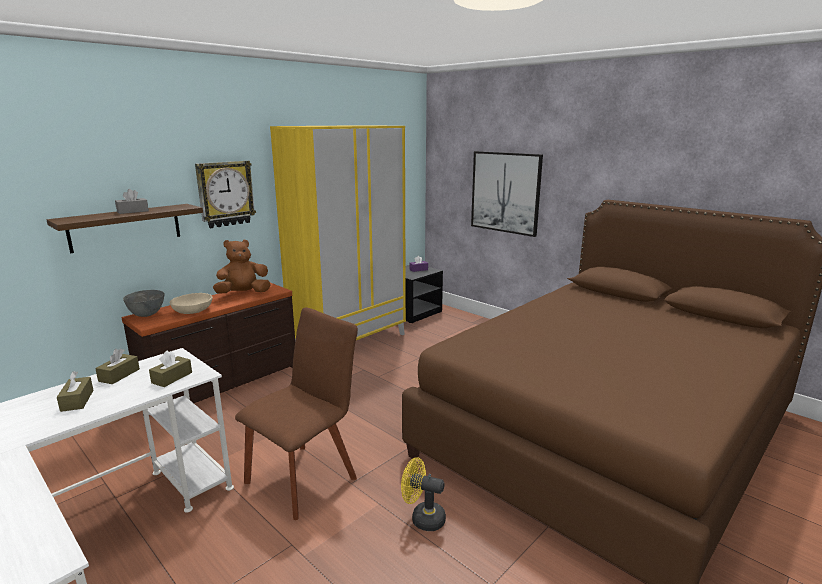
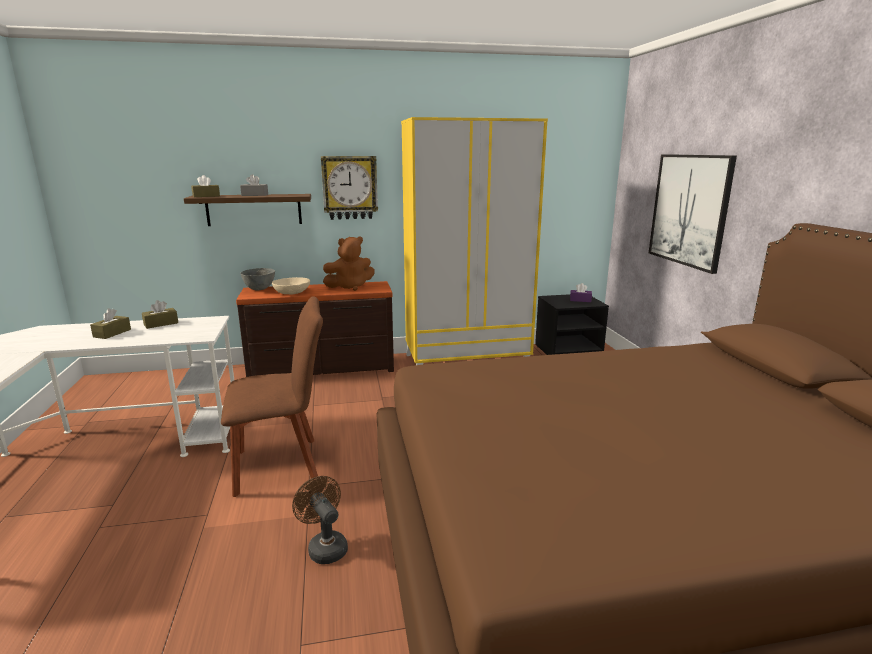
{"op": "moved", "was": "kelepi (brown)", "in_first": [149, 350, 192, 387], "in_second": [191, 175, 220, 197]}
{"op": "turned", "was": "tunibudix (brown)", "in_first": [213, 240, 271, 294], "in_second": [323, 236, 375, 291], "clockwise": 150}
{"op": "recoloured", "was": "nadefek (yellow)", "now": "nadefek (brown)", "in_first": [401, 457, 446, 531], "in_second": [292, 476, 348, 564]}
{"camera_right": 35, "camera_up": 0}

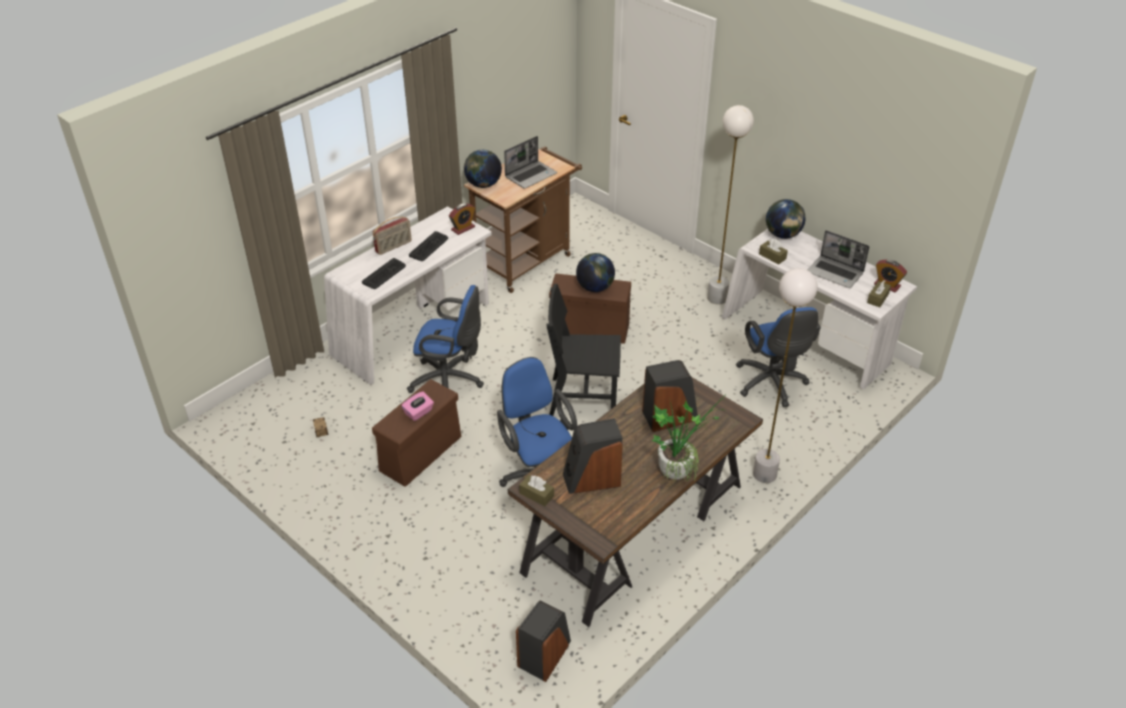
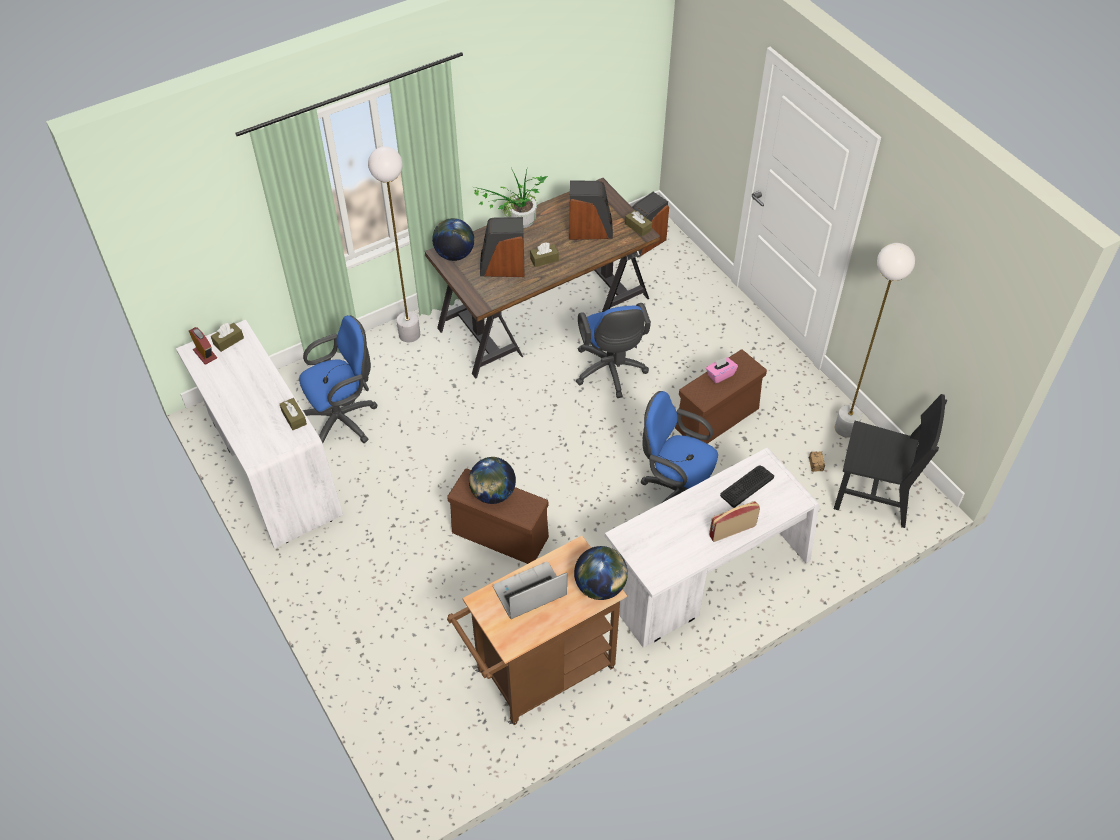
{"op": "removed", "was": "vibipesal", "in_first": [409, 231, 448, 261]}
{"op": "removed", "was": "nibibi", "in_first": [449, 203, 475, 235]}
{"op": "moved", "was": "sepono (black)", "in_first": [546, 284, 621, 416], "in_second": [834, 394, 947, 528]}
{"op": "moved", "was": "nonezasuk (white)", "in_first": [707, 105, 754, 305], "in_second": [835, 243, 915, 438]}
{"op": "turned", "was": "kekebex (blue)", "in_first": [736, 307, 821, 407], "in_second": [299, 315, 378, 443], "clockwise": 60}
{"op": "moved", "was": "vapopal", "in_first": [766, 199, 806, 239], "in_second": [432, 218, 474, 261]}
{"op": "removed", "was": "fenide", "in_first": [808, 230, 870, 288]}
{"op": "added", "now": "kelepi (brown)", "in_second": [530, 243, 559, 267]}
{"camera_right": -165, "camera_up": 10}

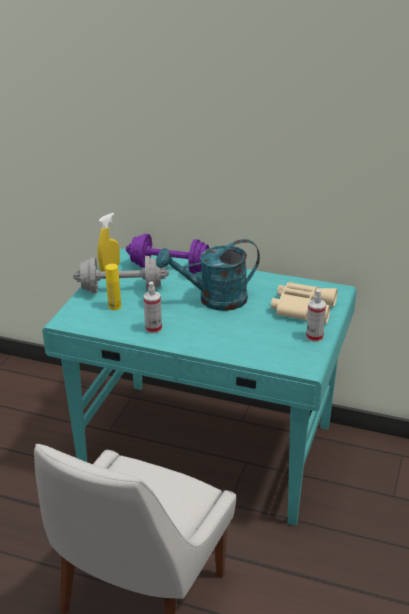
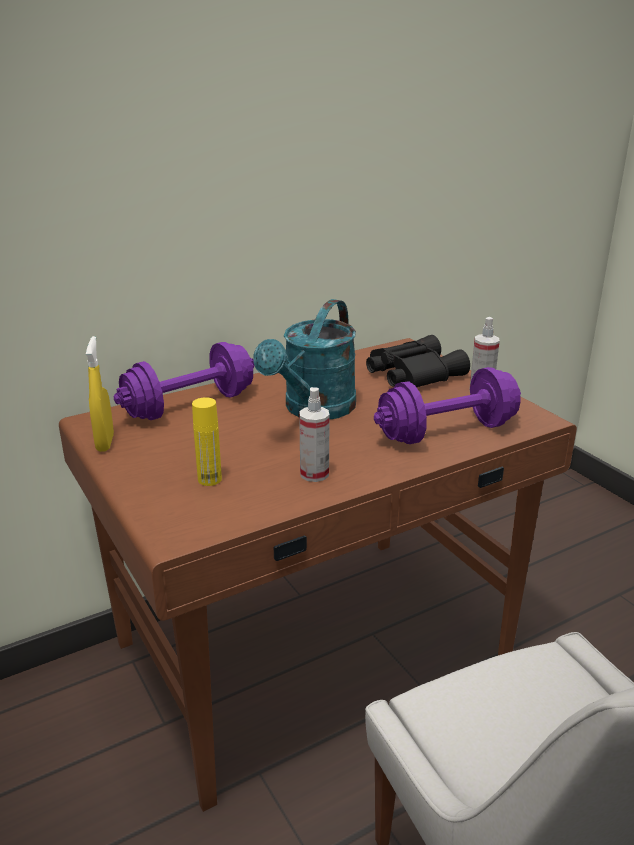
{"op": "recoloured", "was": "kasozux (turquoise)", "now": "kasozux (brown)", "in_first": [42, 248, 356, 526], "in_second": [59, 338, 577, 812]}
{"op": "removed", "was": "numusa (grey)", "in_first": [73, 256, 169, 293]}
{"op": "recoloured", "was": "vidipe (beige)", "now": "vidipe (black)", "in_first": [271, 282, 338, 324], "in_second": [366, 335, 470, 387]}
{"op": "added", "now": "numusa (purple)", "in_second": [374, 367, 521, 444]}
{"camera_right": -50, "camera_up": -5}

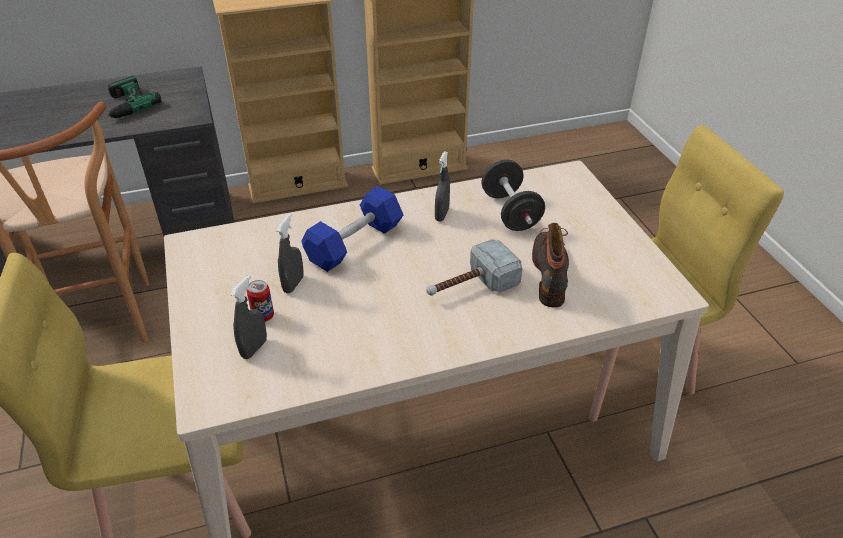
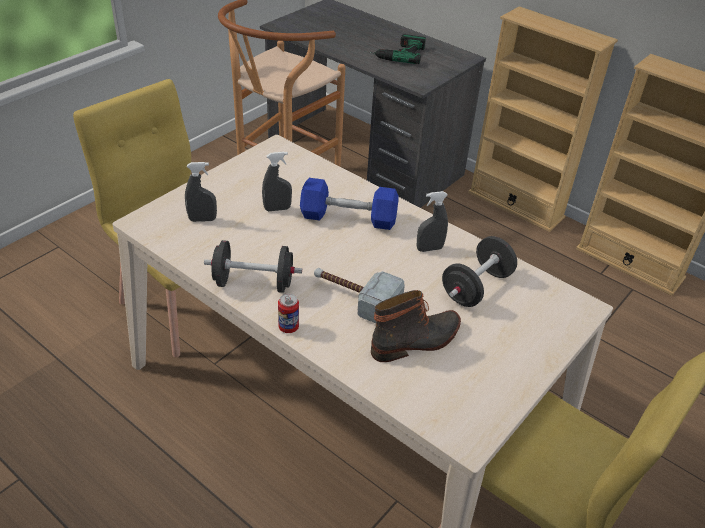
{"op": "moved", "was": "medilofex", "in_first": [247, 280, 274, 322], "in_second": [278, 294, 299, 333]}
{"op": "added", "now": "numusa (black)", "in_second": [204, 240, 302, 293]}
{"camera_right": 55, "camera_up": 0}

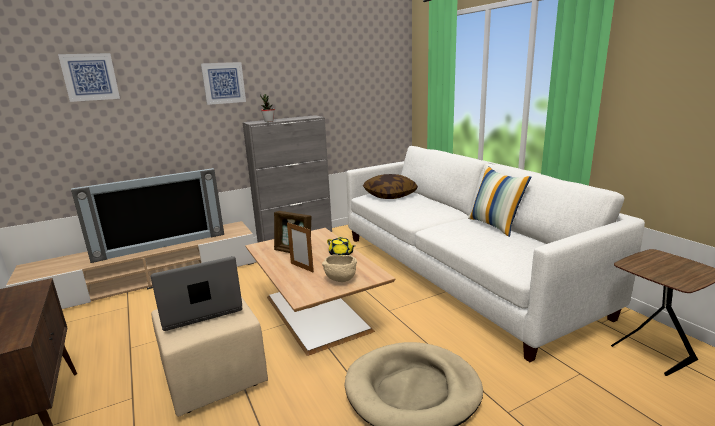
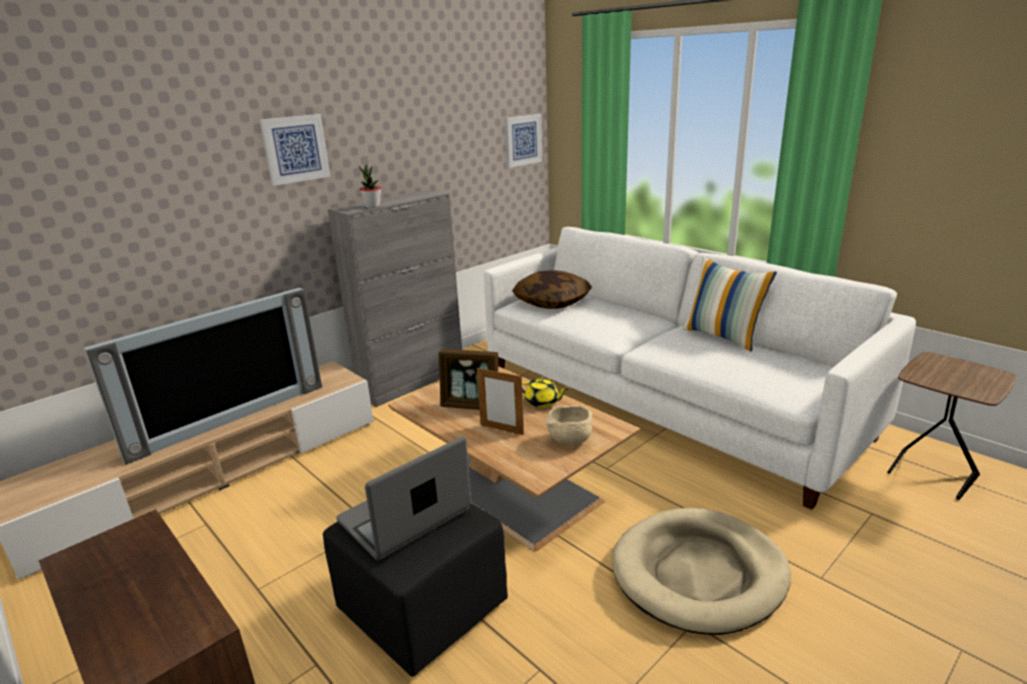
{"op": "moved", "was": "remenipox", "in_first": [58, 53, 120, 102], "in_second": [505, 114, 542, 168]}
{"op": "recoloured", "was": "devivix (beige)", "now": "devivix (black)", "in_first": [151, 296, 268, 417], "in_second": [323, 503, 508, 677]}
{"camera_right": -15, "camera_up": 5}

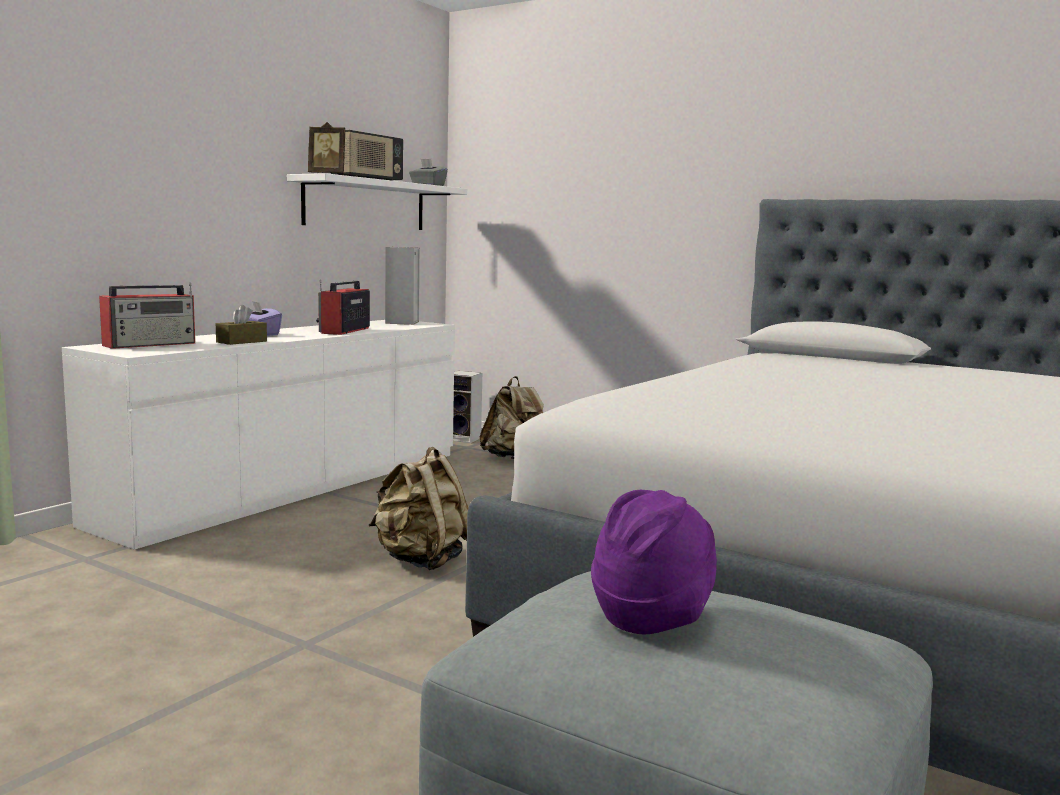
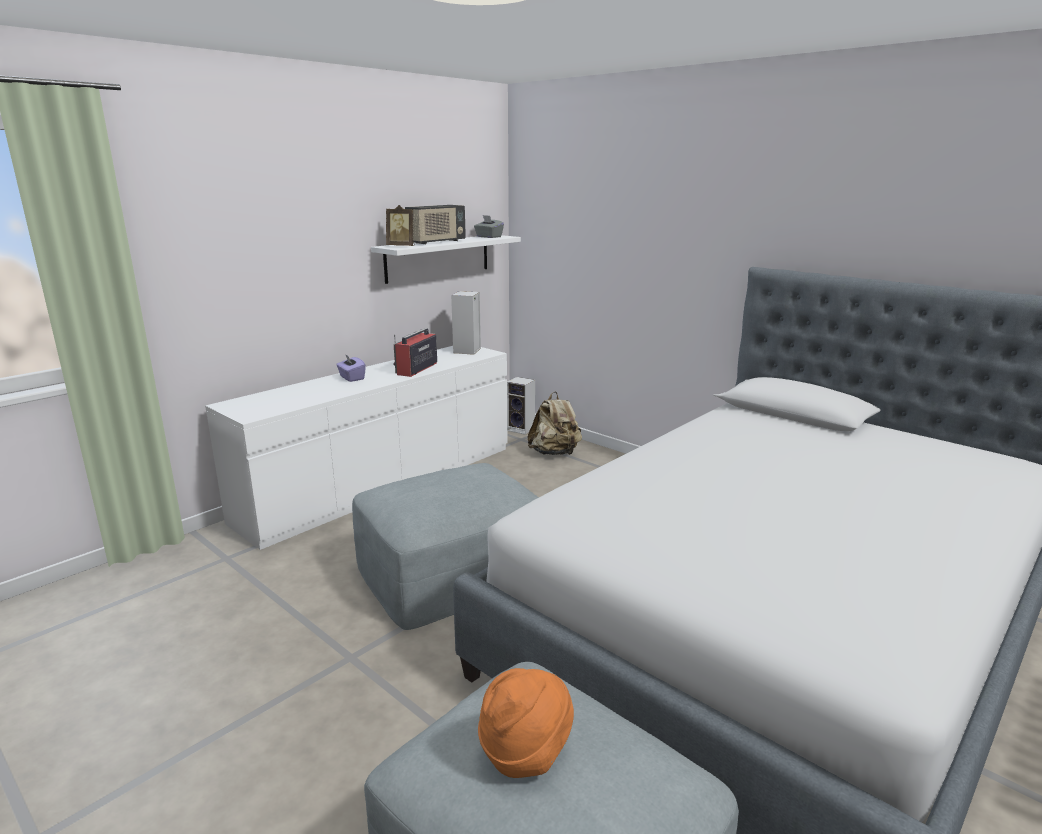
{"op": "removed", "was": "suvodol", "in_first": [99, 282, 195, 349]}
{"op": "removed", "was": "kelepi (brown)", "in_first": [216, 305, 267, 345]}
{"op": "replaced", "was": "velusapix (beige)", "now": "devivix (grey)", "in_first": [369, 447, 468, 570], "in_second": [352, 463, 539, 630]}
{"op": "recoloured", "was": "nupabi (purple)", "now": "nupabi (orange)", "in_first": [591, 490, 717, 634], "in_second": [478, 668, 574, 778]}
{"camera_right": 10, "camera_up": 10}

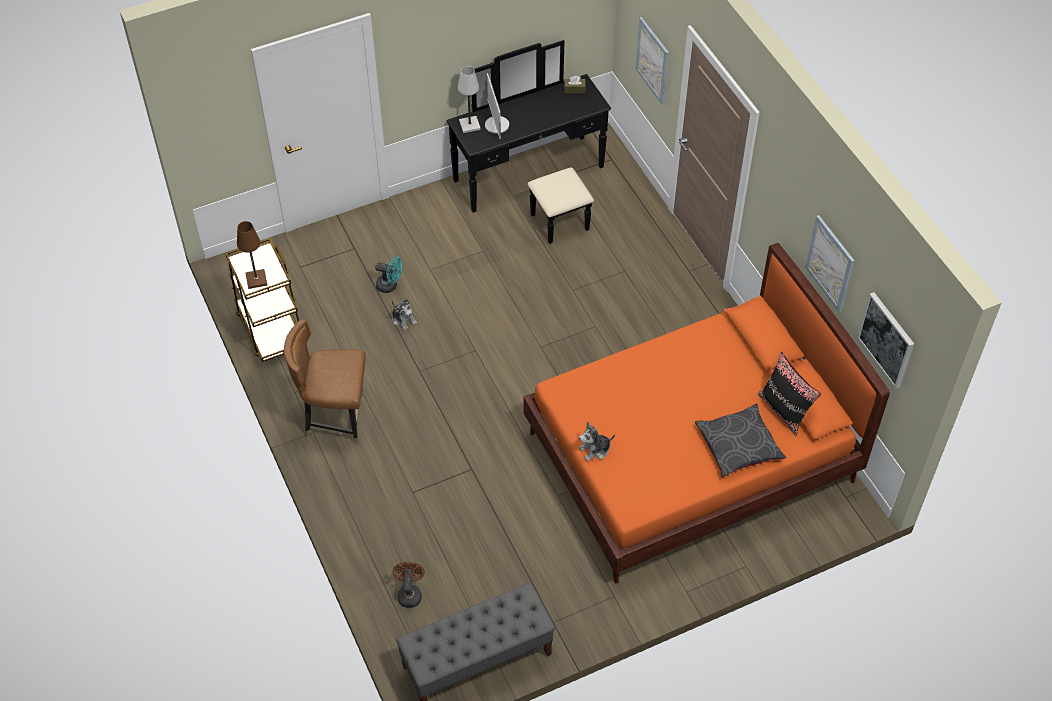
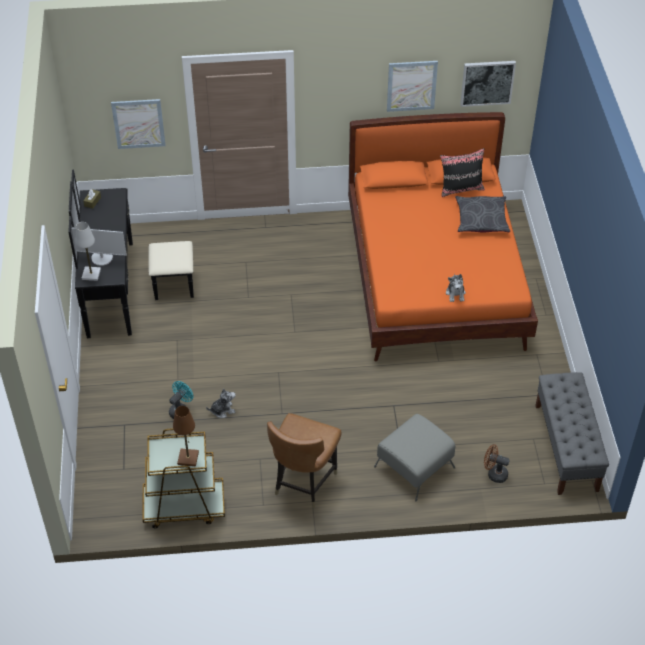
{"op": "added", "now": "devivix (grey)", "in_second": [374, 414, 456, 501]}
{"camera_right": -70, "camera_up": -5}

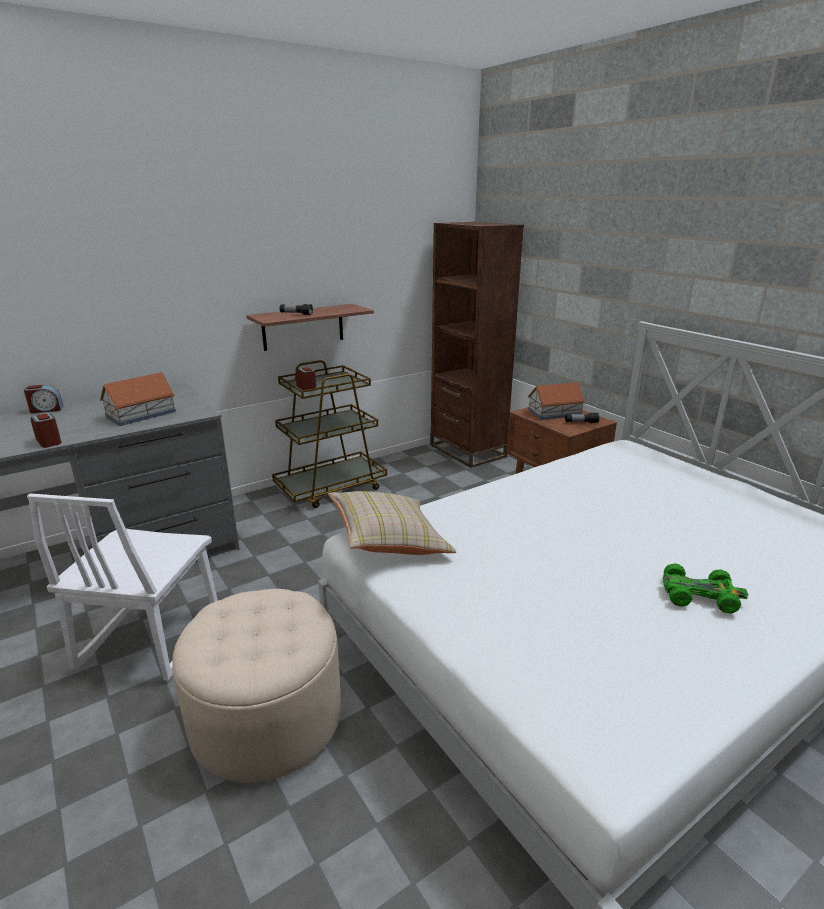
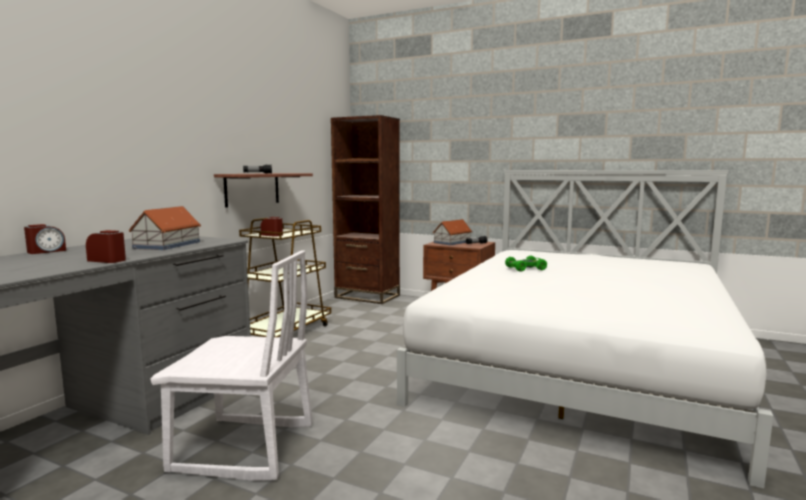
{"op": "turned", "was": "sepono (white)", "in_first": [27, 493, 218, 681], "in_second": [151, 250, 312, 481], "clockwise": -60}
{"op": "removed", "was": "devivix (beige)", "in_first": [172, 589, 341, 783]}
{"op": "removed", "was": "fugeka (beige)", "in_first": [328, 491, 456, 555]}
{"op": "moved", "was": "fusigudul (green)", "in_first": [662, 563, 749, 613], "in_second": [505, 256, 547, 272]}
{"camera_right": -30, "camera_up": -15}

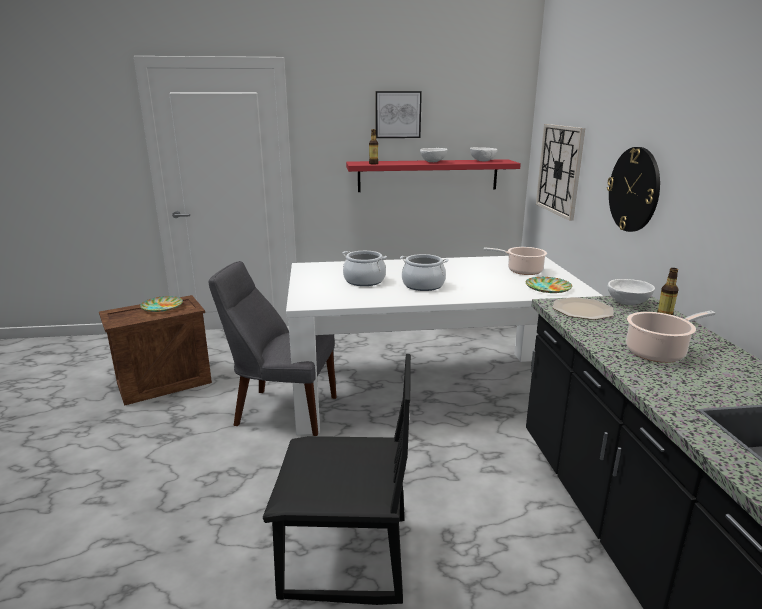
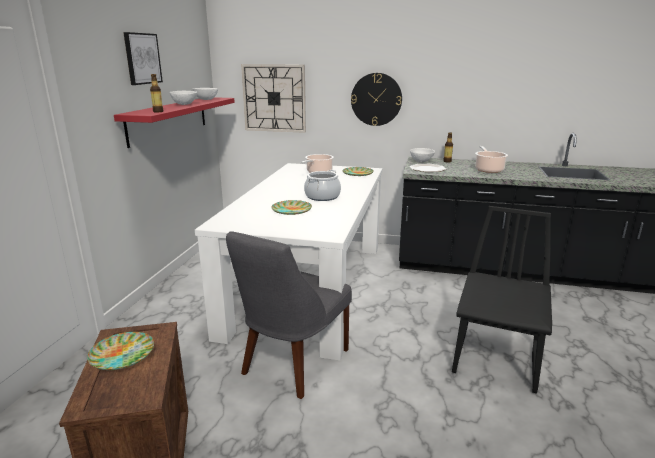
{"op": "replaced", "was": "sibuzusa", "now": "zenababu", "in_first": [342, 251, 387, 286], "in_second": [271, 200, 312, 215]}
{"camera_right": -70, "camera_up": 0}

